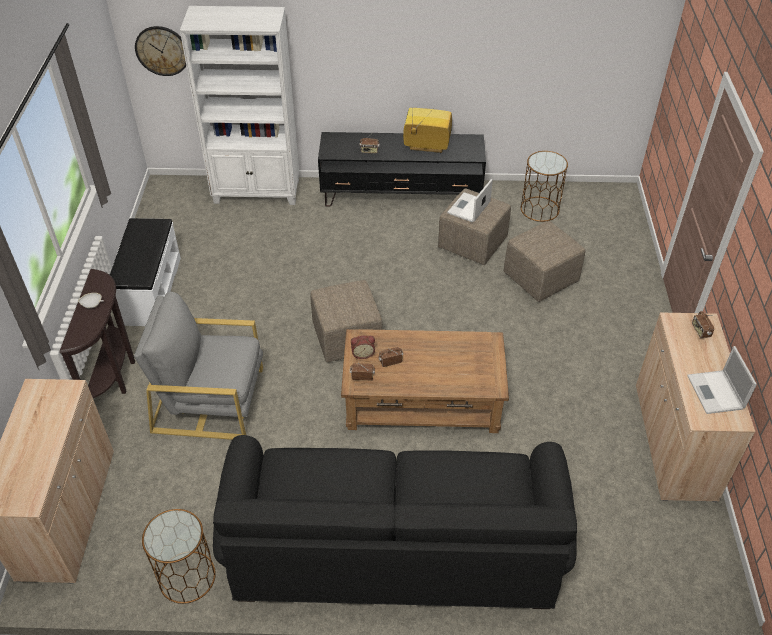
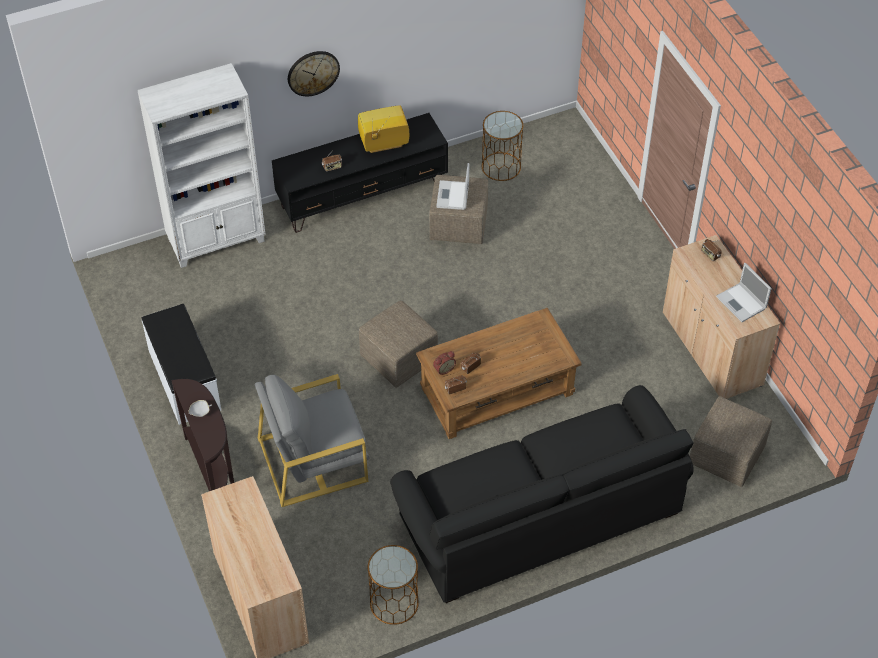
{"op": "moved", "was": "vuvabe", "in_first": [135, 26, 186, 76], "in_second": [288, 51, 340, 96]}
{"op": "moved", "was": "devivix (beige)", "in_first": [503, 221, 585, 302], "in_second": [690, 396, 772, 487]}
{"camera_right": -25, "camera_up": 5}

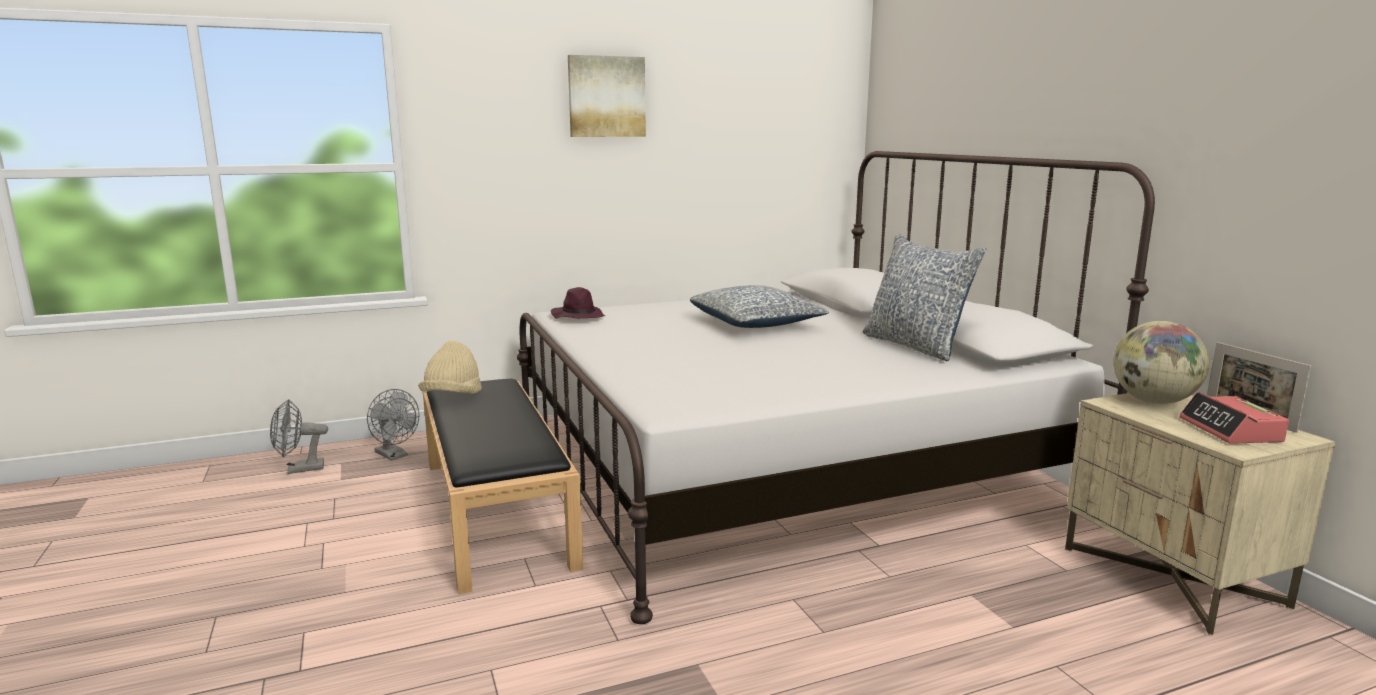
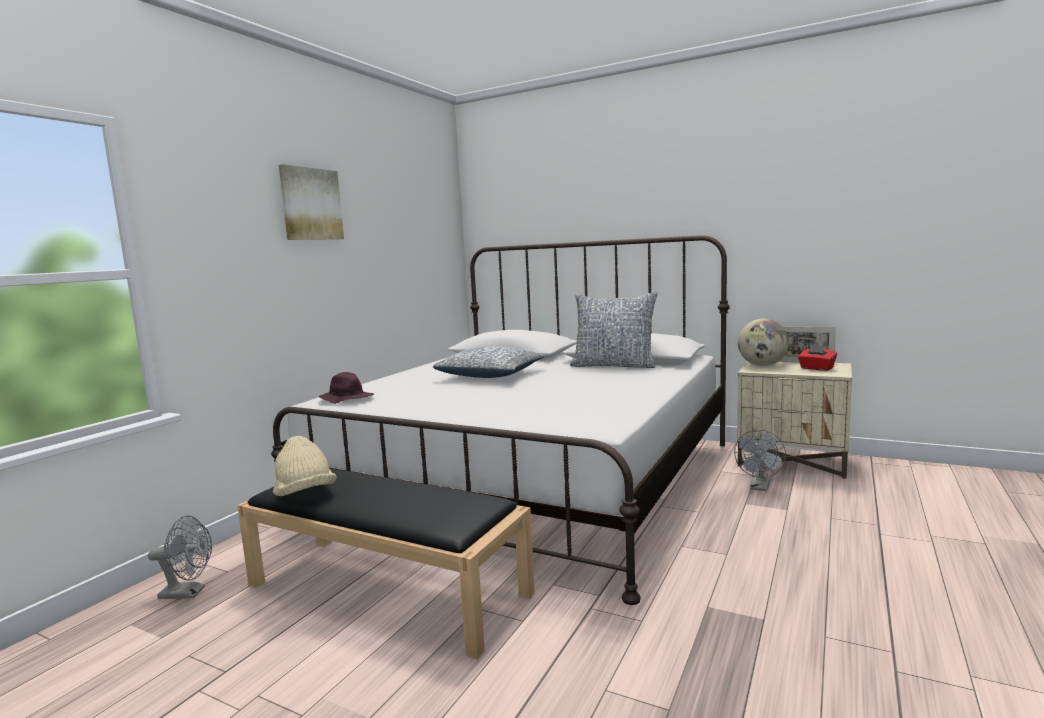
{"op": "moved", "was": "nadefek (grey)", "in_first": [270, 399, 328, 474], "in_second": [734, 429, 786, 491]}
{"op": "replaced", "was": "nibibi", "now": "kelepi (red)", "in_first": [1179, 392, 1289, 444], "in_second": [798, 344, 837, 371]}
{"camera_right": -40, "camera_up": -5}

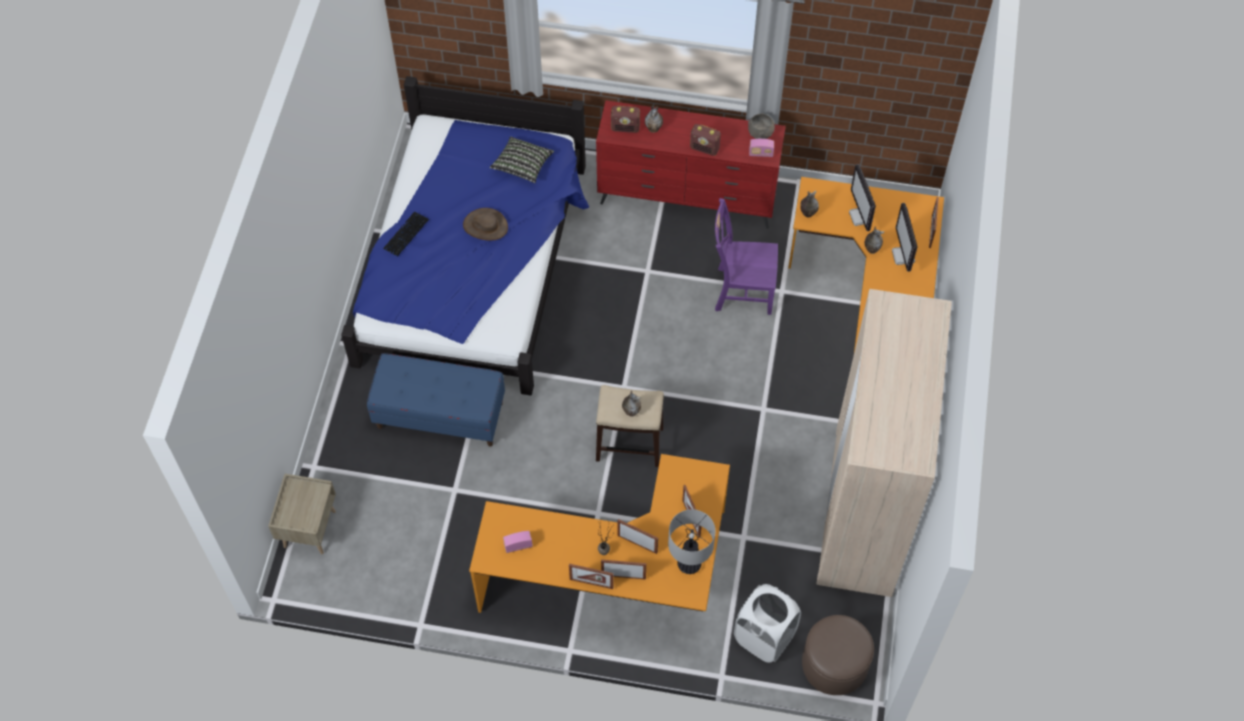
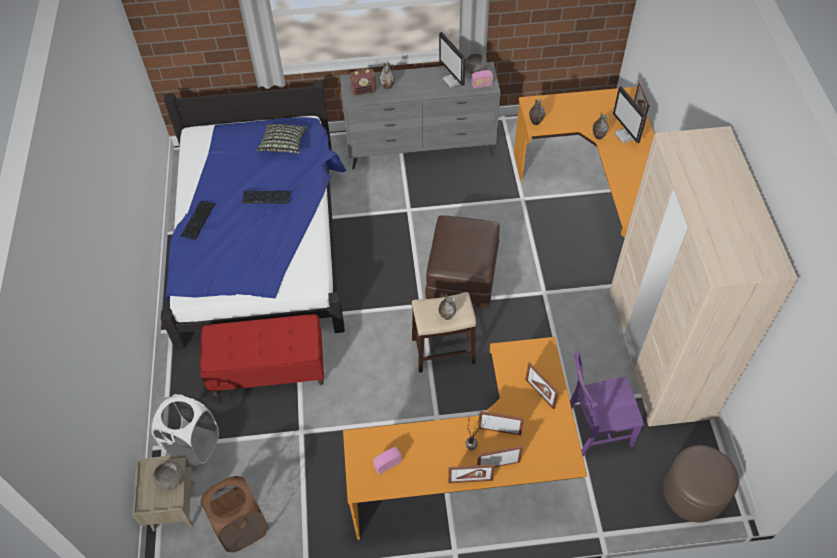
{"op": "recoloured", "was": "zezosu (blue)", "now": "zezosu (red)", "in_first": [367, 353, 505, 447], "in_second": [200, 314, 324, 396]}
{"op": "replaced", "was": "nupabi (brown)", "now": "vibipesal", "in_first": [463, 208, 508, 241], "in_second": [242, 190, 291, 204]}
{"op": "recoloured", "was": "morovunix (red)", "now": "morovunix (grey)", "in_first": [596, 100, 786, 229], "in_second": [340, 62, 501, 170]}
{"op": "removed", "was": "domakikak", "in_first": [668, 509, 715, 574]}
{"op": "removed", "was": "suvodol", "in_first": [690, 124, 721, 156]}
{"op": "moved", "was": "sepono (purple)", "in_first": [715, 198, 778, 315], "in_second": [570, 351, 644, 456]}
{"op": "moved", "was": "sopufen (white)", "in_first": [734, 584, 801, 663], "in_second": [151, 394, 219, 466]}
{"op": "moved", "was": "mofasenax", "in_first": [849, 164, 876, 231], "in_second": [439, 32, 466, 88]}
{"op": "added", "now": "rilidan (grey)", "in_second": [152, 460, 183, 491]}
{"op": "added", "now": "sopufen (brown)", "in_second": [200, 476, 269, 552]}
{"op": "added", "now": "devivix (brown)", "in_second": [425, 215, 500, 308]}
{"camera_right": -15, "camera_up": -5}

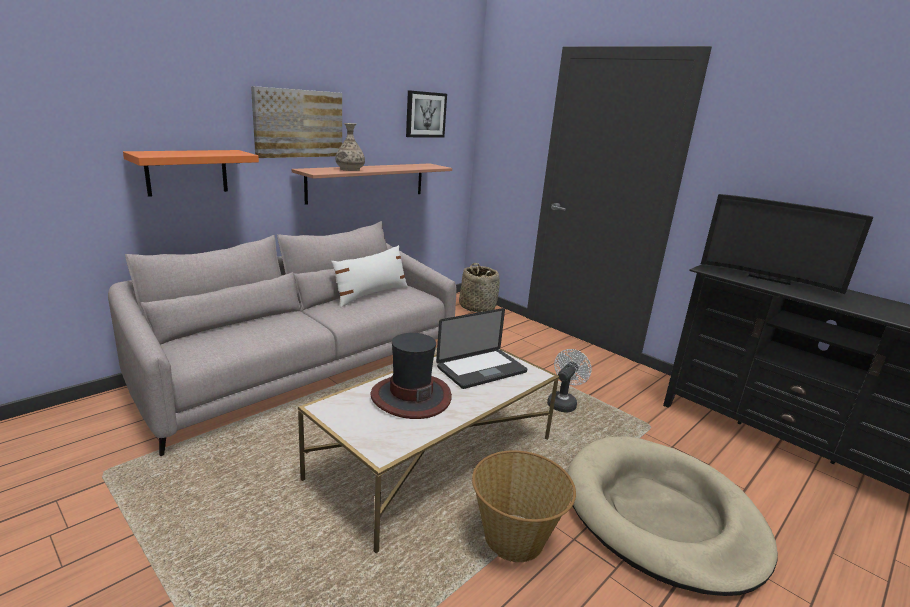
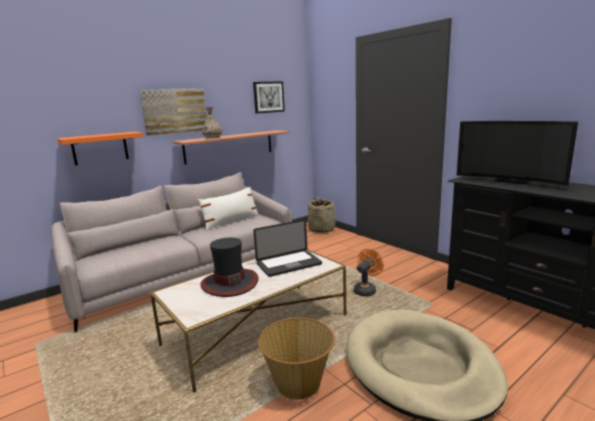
{"op": "recoloured", "was": "nadefek (white)", "now": "nadefek (orange)", "in_first": [547, 349, 592, 412], "in_second": [354, 249, 384, 297]}
{"camera_right": 10, "camera_up": -5}

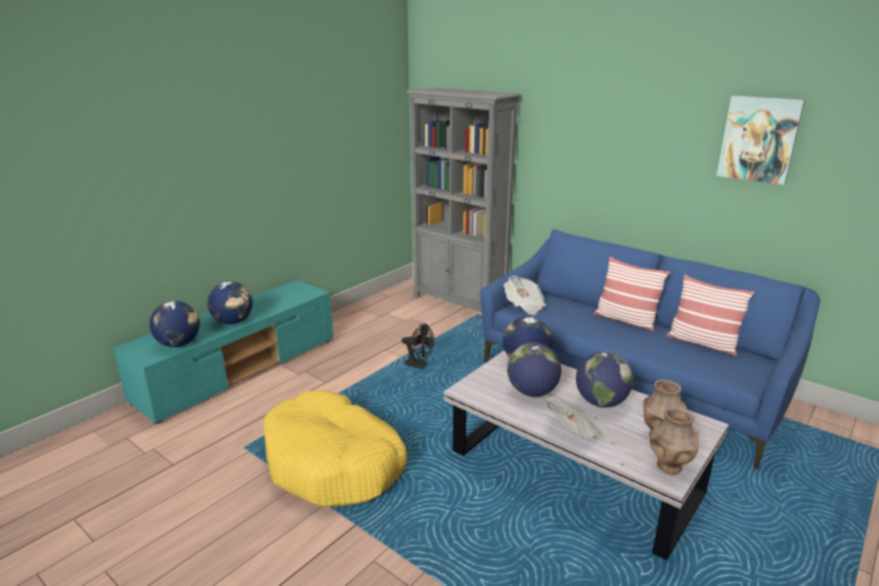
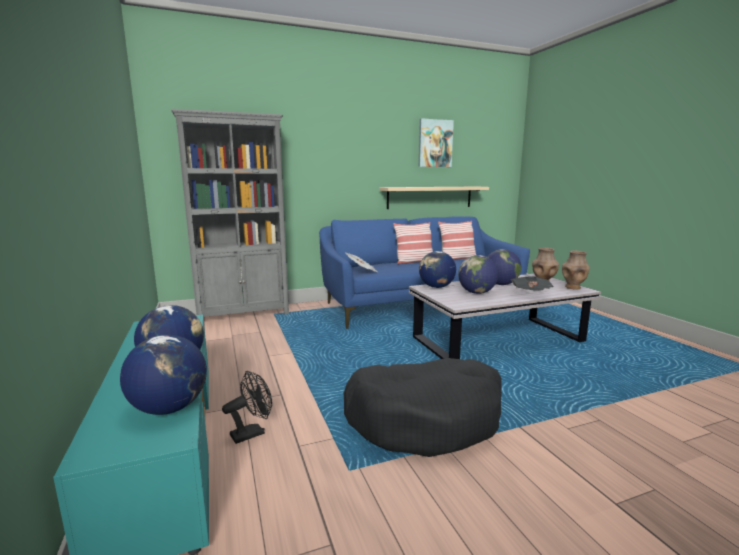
{"op": "recoloured", "was": "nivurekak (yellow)", "now": "nivurekak (black)", "in_first": [263, 390, 407, 507], "in_second": [343, 358, 502, 457]}
{"op": "moved", "was": "nadefek (black)", "in_first": [402, 323, 434, 369], "in_second": [222, 371, 272, 444]}
{"op": "added", "now": "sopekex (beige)", "in_second": [380, 187, 489, 209]}
{"camera_right": -60, "camera_up": -10}

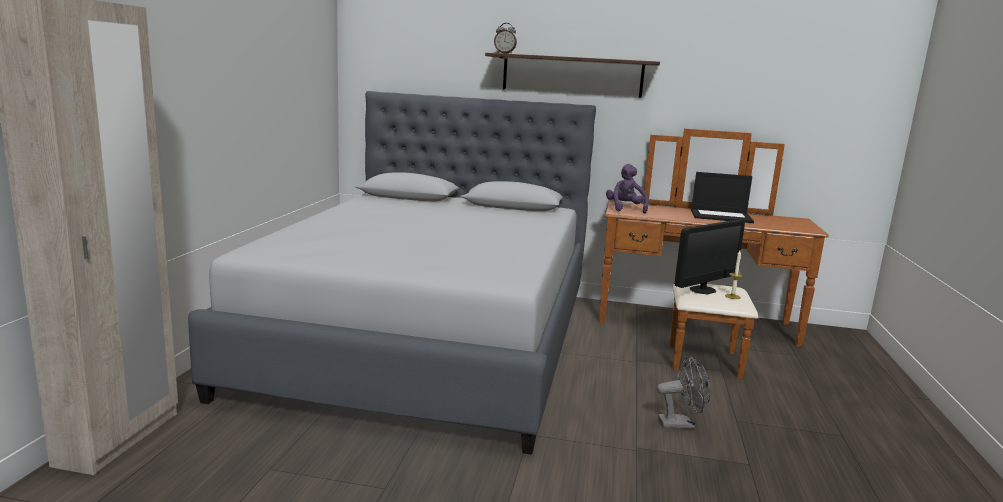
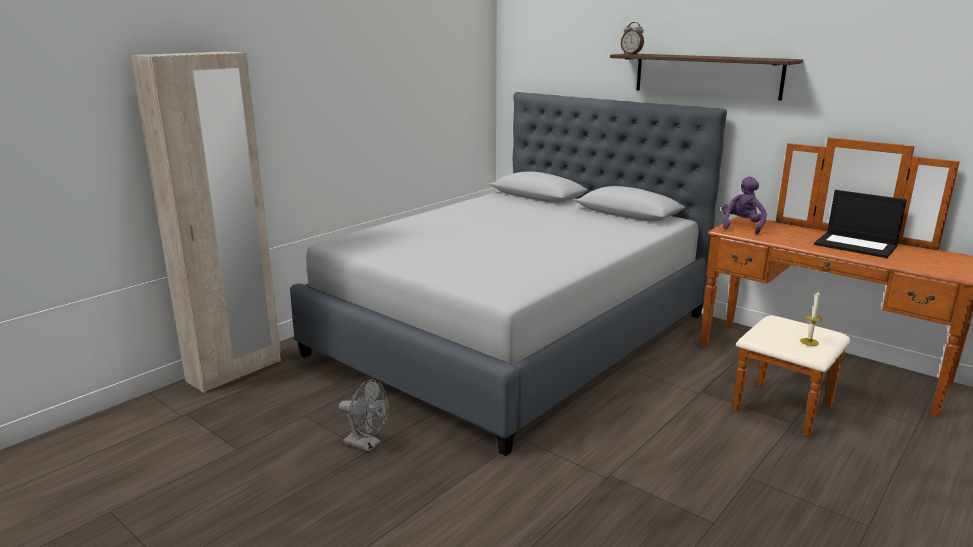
{"op": "moved", "was": "nadefek (grey)", "in_first": [657, 356, 711, 429], "in_second": [339, 380, 389, 452]}
{"op": "removed", "was": "mofasenax", "in_first": [675, 220, 745, 294]}
{"camera_right": 30, "camera_up": 5}

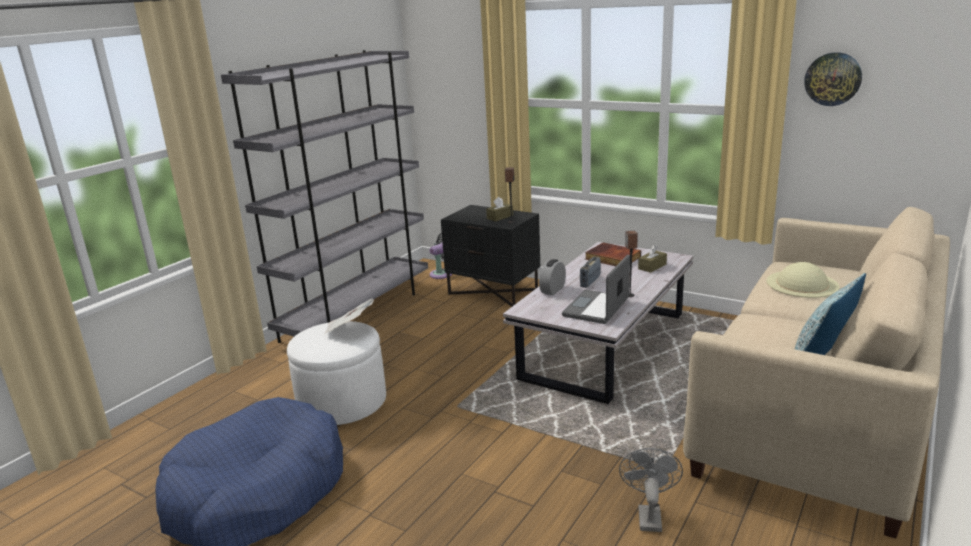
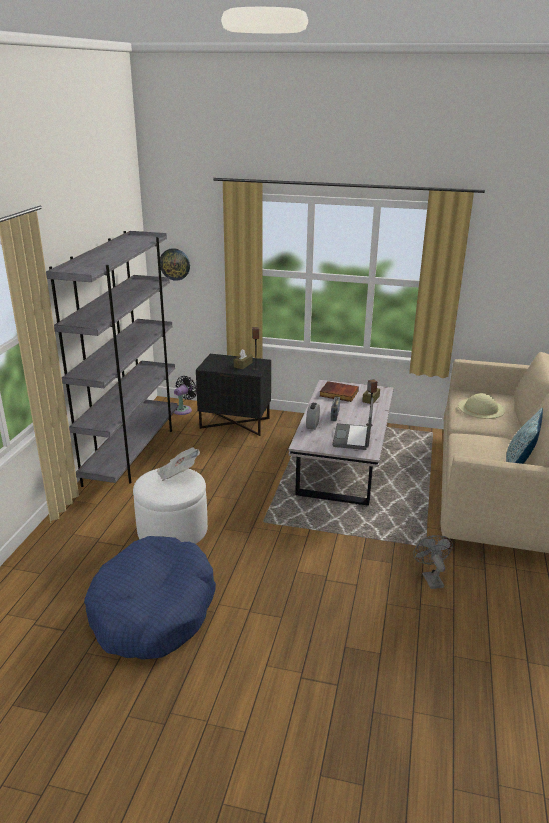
{"op": "moved", "was": "vuvabe", "in_first": [804, 52, 862, 106], "in_second": [160, 248, 190, 281]}
{"camera_right": -20, "camera_up": 5}

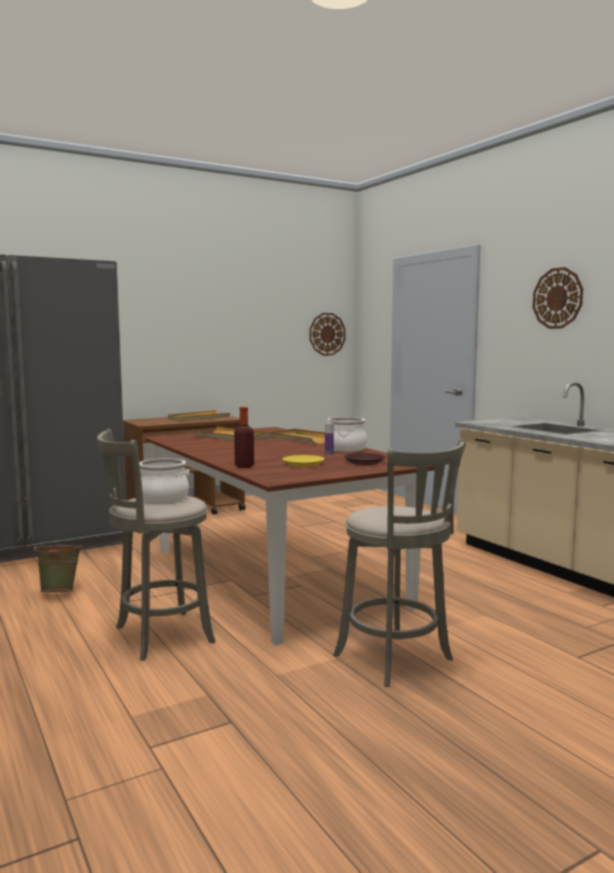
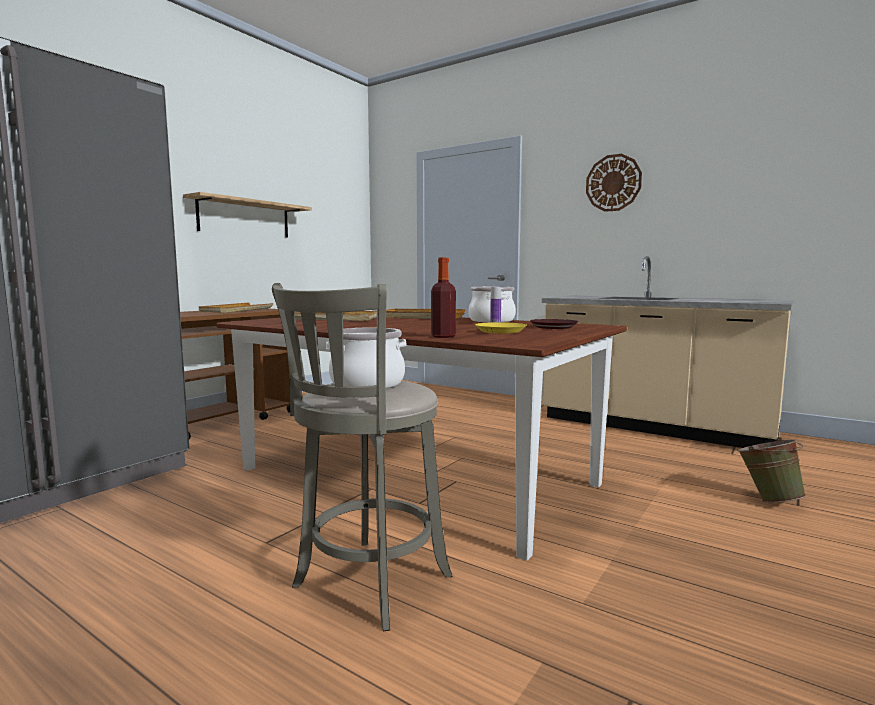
{"op": "moved", "was": "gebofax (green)", "in_first": [34, 544, 82, 592], "in_second": [737, 437, 806, 503]}
{"op": "removed", "was": "vuvabe", "in_first": [309, 313, 346, 356]}
{"op": "removed", "was": "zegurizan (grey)", "in_first": [333, 439, 465, 687]}
{"op": "added", "now": "sopekex", "in_second": [183, 192, 312, 238]}
{"camera_right": -25, "camera_up": 0}

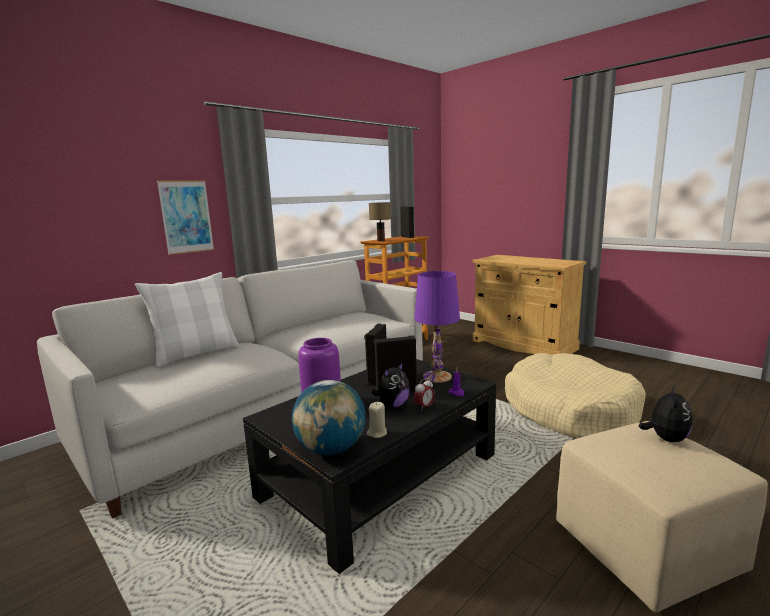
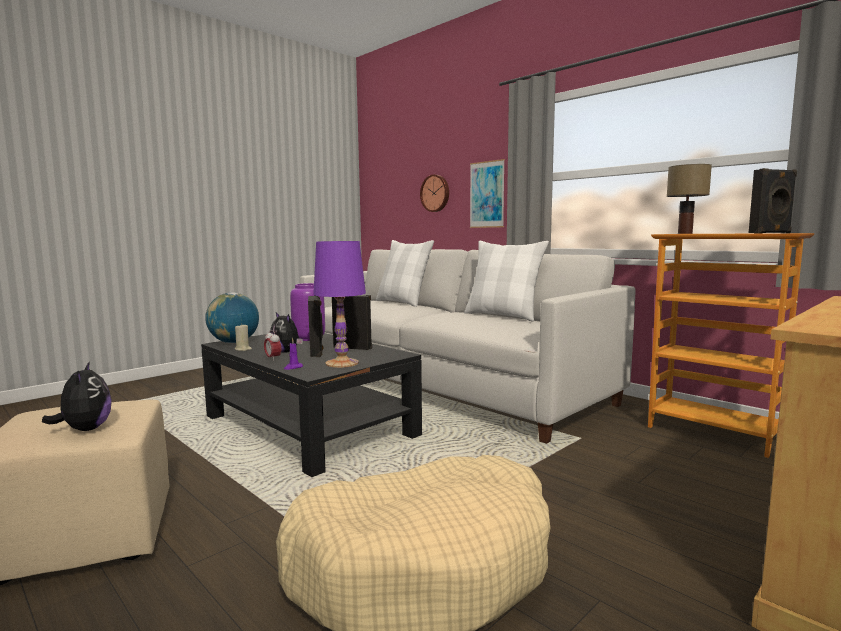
{"op": "turned", "was": "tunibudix", "in_first": [639, 386, 693, 442], "in_second": [42, 361, 112, 431], "clockwise": -135}
{"op": "added", "now": "vuvabe", "in_second": [420, 175, 449, 212]}
{"op": "added", "now": "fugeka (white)", "in_second": [464, 241, 549, 321]}
{"camera_right": 90, "camera_up": -5}

